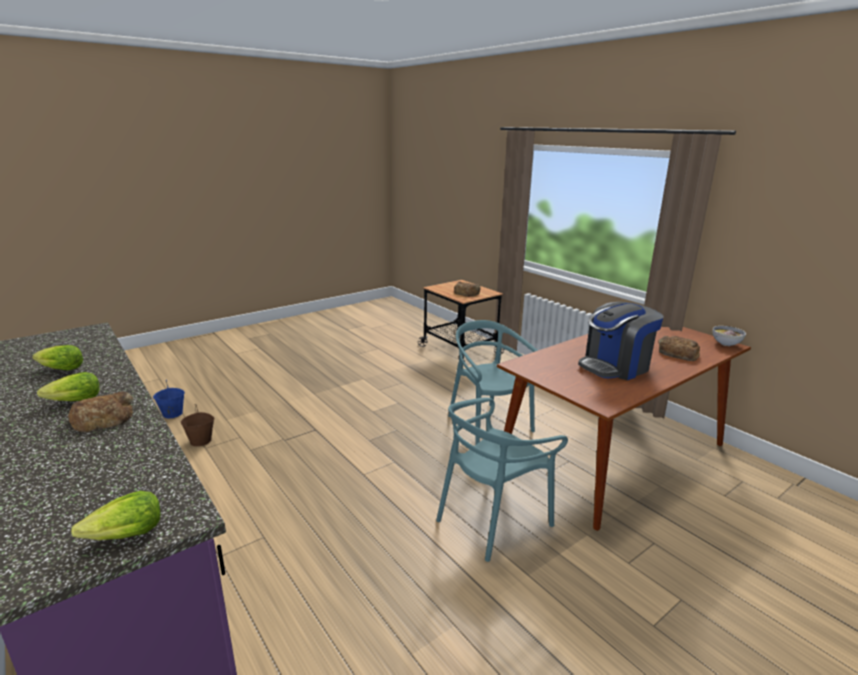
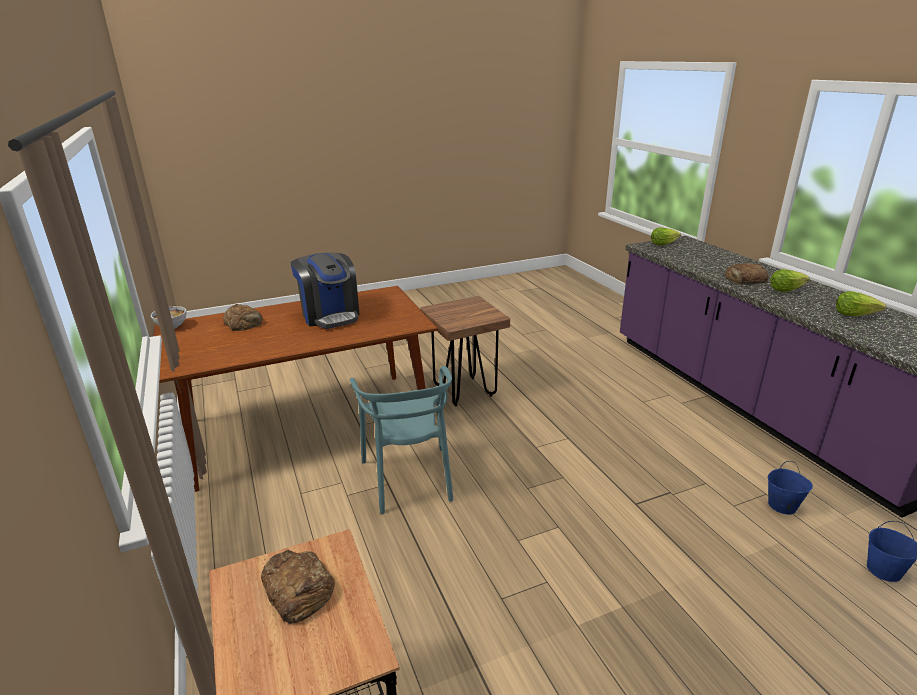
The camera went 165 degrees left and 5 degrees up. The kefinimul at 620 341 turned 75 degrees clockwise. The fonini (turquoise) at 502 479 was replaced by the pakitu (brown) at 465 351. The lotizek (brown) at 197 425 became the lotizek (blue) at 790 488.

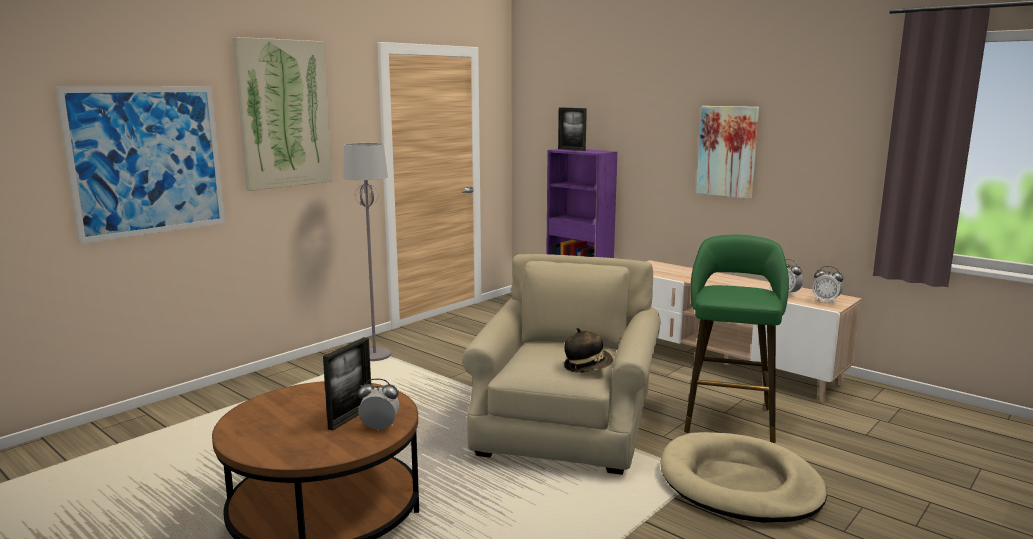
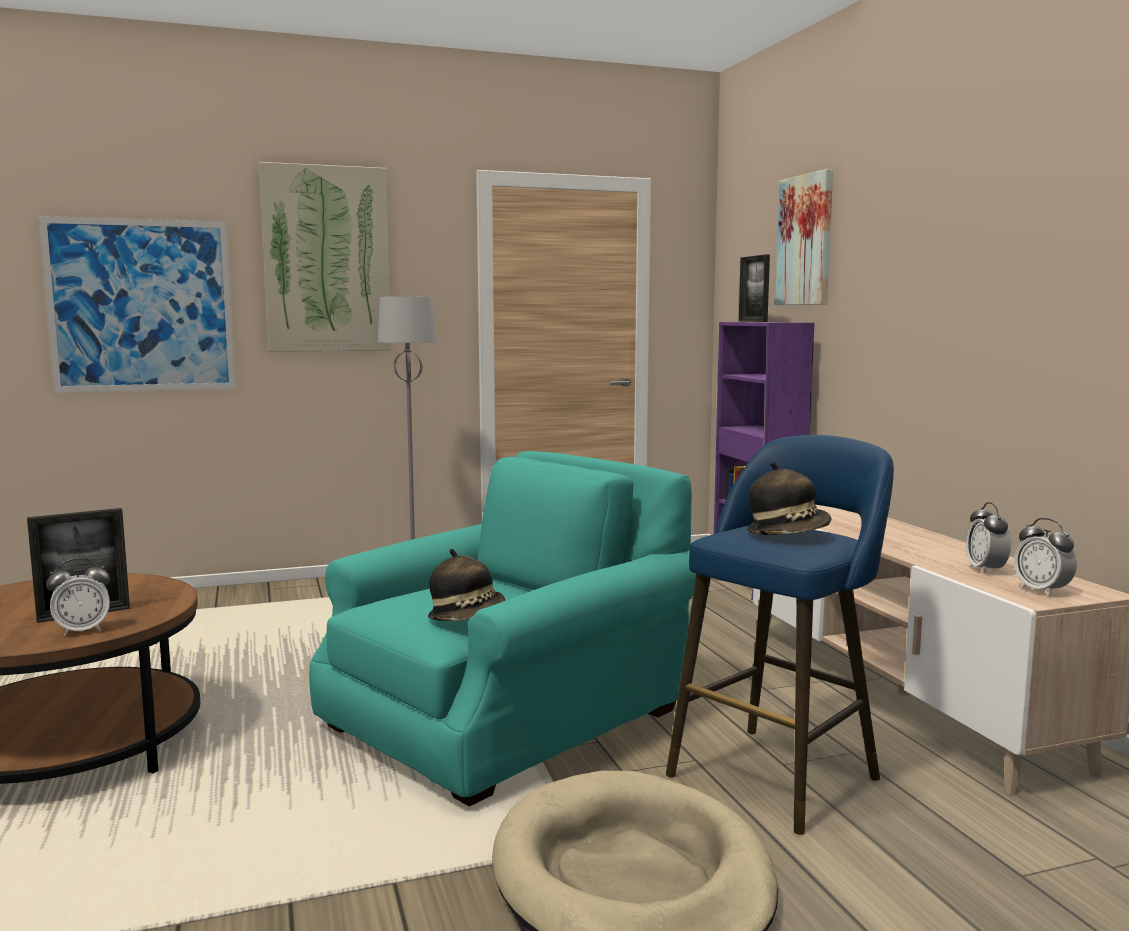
The camera went 30 degrees right and 5 degrees down. The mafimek moved from 727 152 to 804 237. The pakitu (green) at 736 339 became the pakitu (blue) at 780 635. The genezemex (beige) at 561 364 became the genezemex (turquoise) at 502 628. The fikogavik at 378 404 turned 120 degrees clockwise. The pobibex at 789 498 appeared.

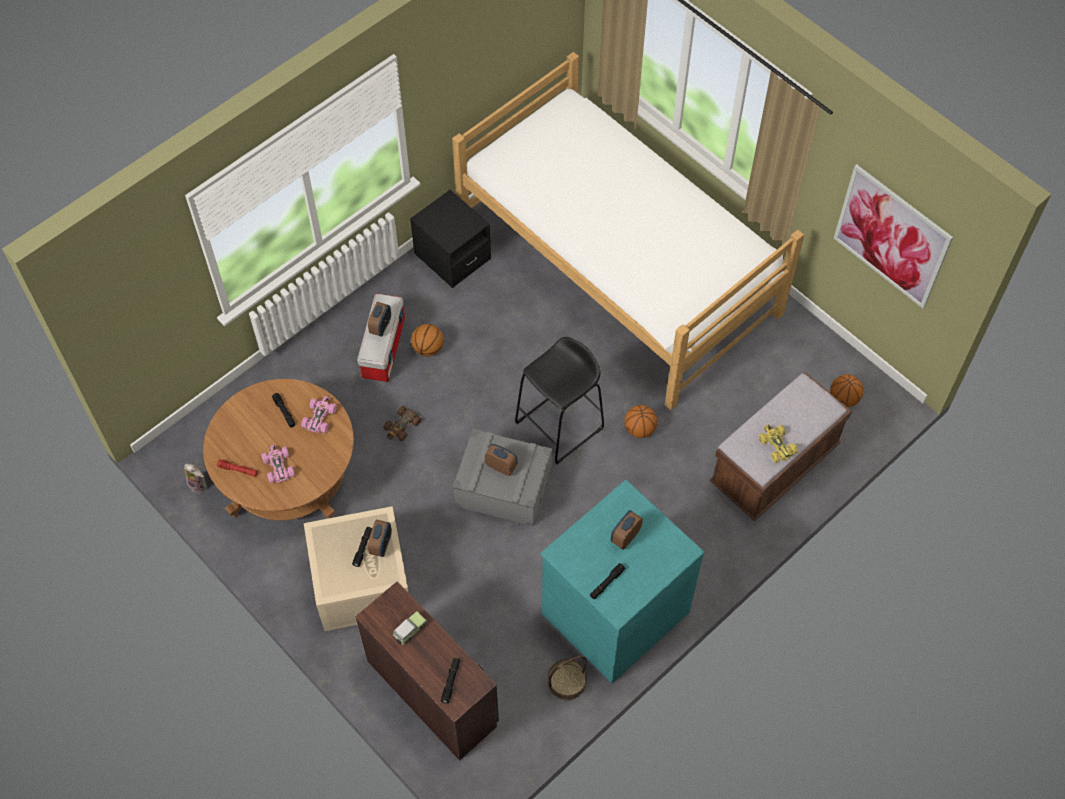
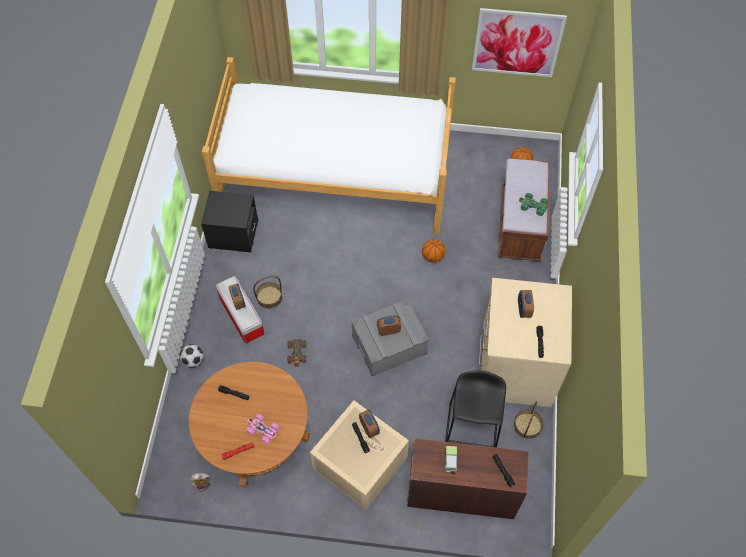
The camera went 40 degrees left and 0 degrees up. The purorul at 427 340 was replaced by the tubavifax at 267 292. The pakitu (black) moved from 559 400 to 475 409. The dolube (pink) at 319 414 disappeared. The dolube (yellow) at 778 443 became the dolube (green) at 533 204. The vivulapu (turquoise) at 622 581 became the vivulapu (beige) at 525 342. The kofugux at 191 356 appeared.

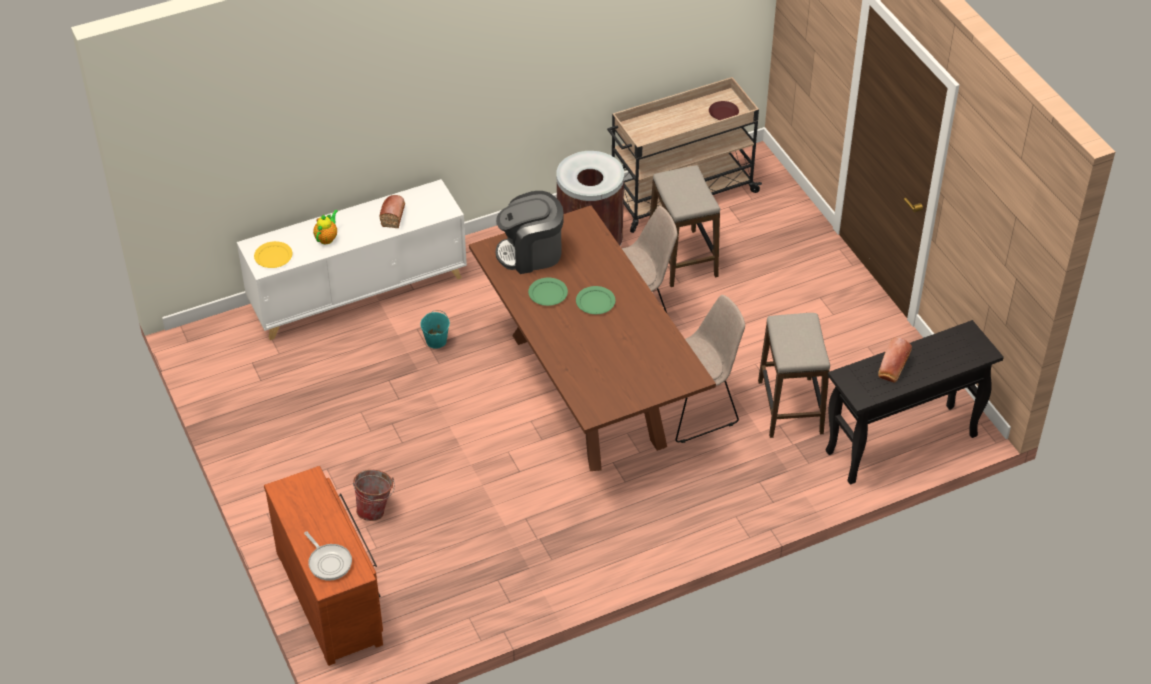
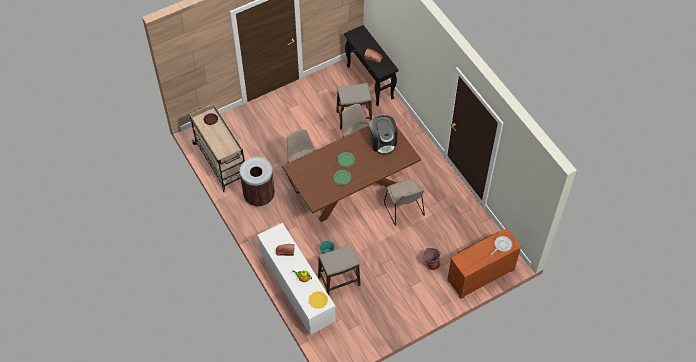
The camera went 95 degrees left and 10 degrees up. The pakitu moved from 685 226 to 339 269. The kefinimul moved from 530 232 to 383 135. The fonini (beige) at 404 202 appeared.

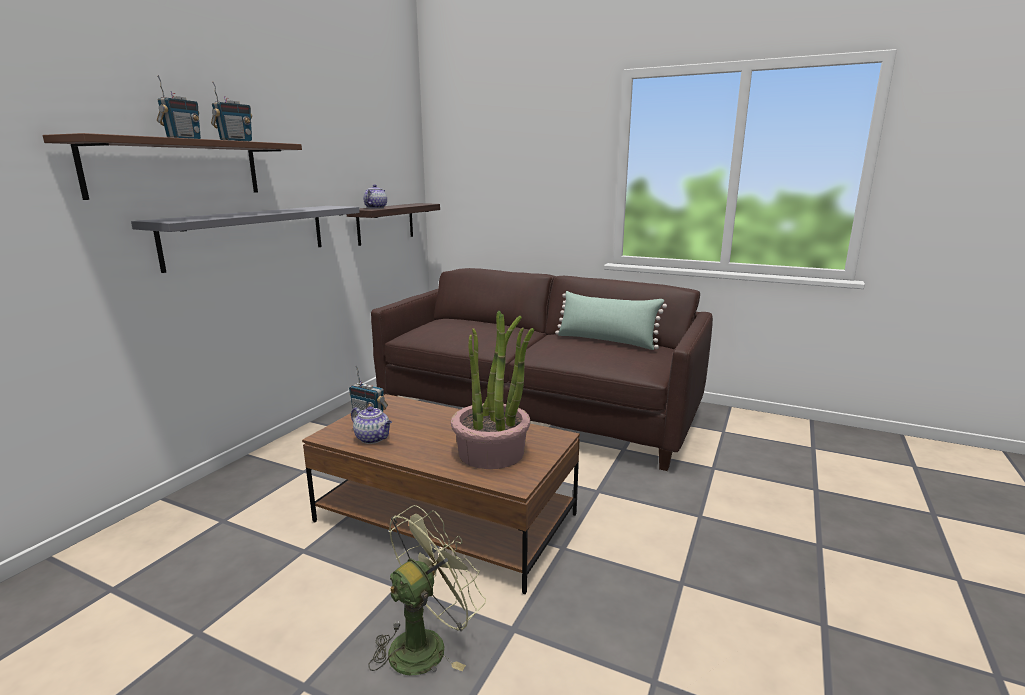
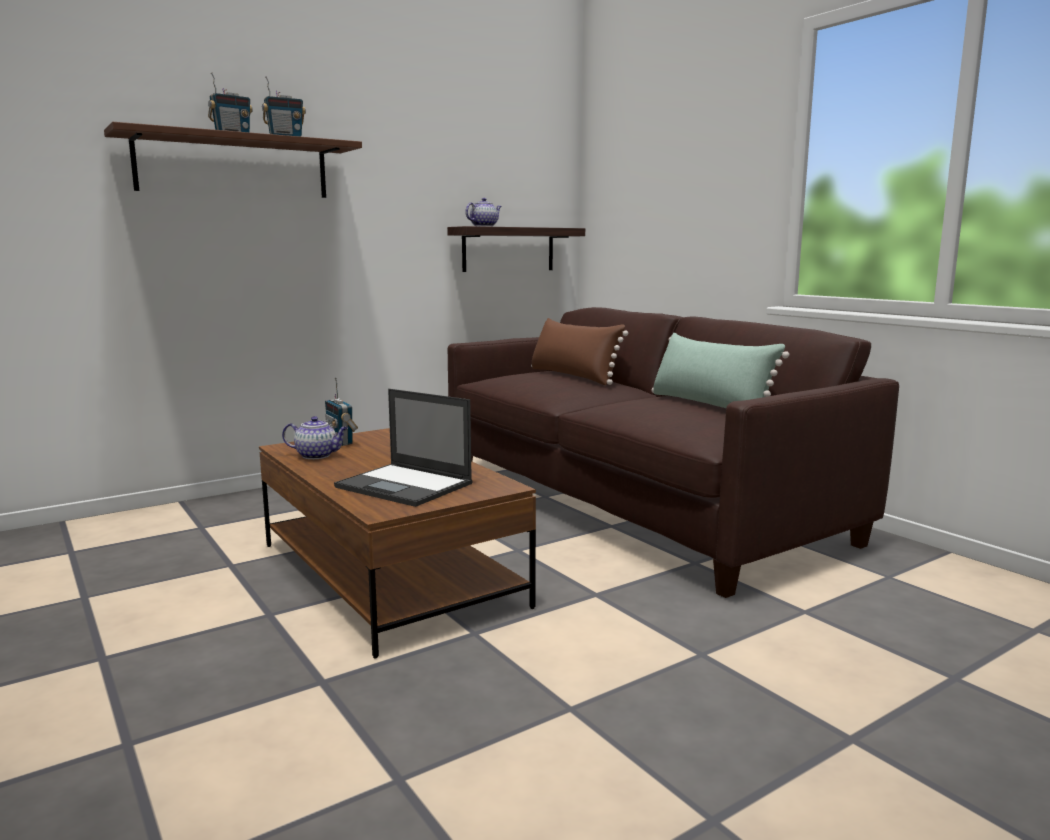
The camera went 30 degrees right and 5 degrees down. The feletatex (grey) at 245 239 disappeared. The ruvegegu at 492 390 was replaced by the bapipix at 403 448. The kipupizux at 371 425 turned 60 degrees counterclockwise. The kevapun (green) at 427 590 disappeared. The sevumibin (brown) at 579 351 appeared.

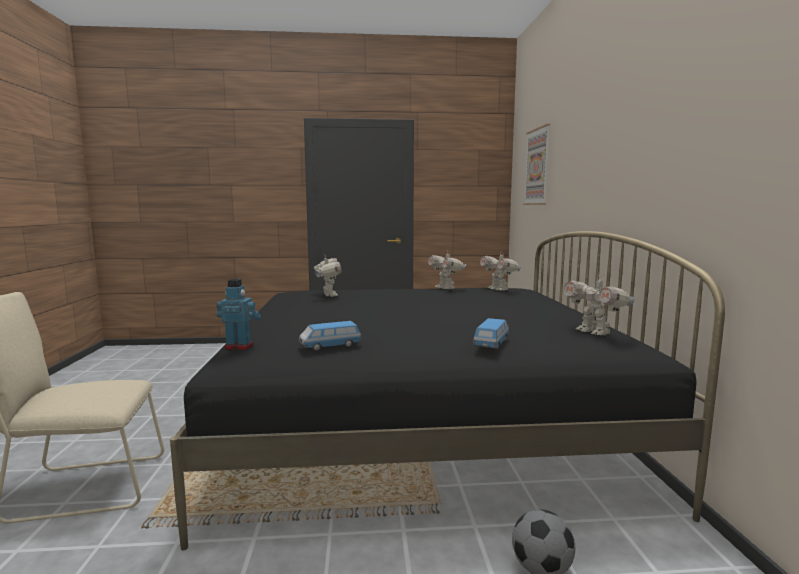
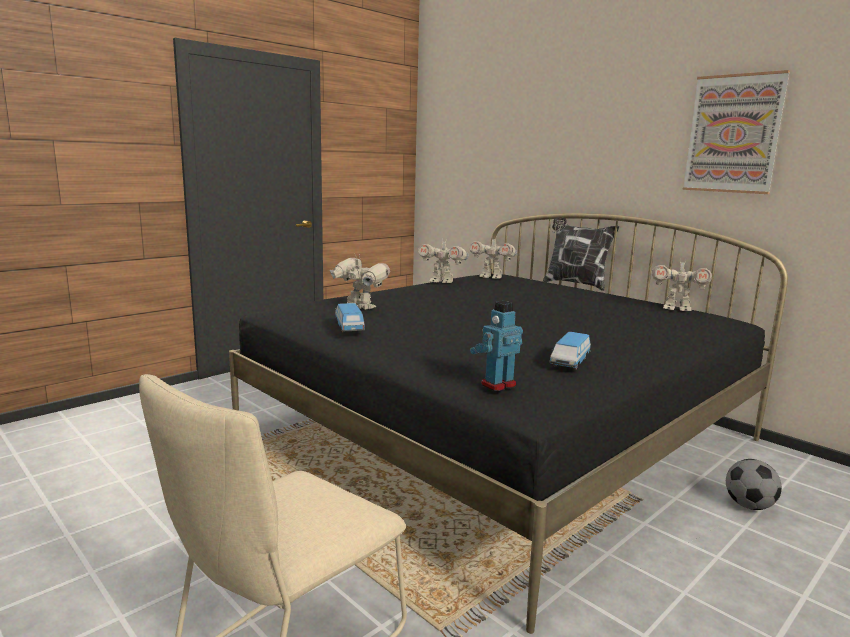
The camera went 40 degrees left and 5 degrees up. The mafimek moved from 536 164 to 736 132. The dolube moved from 491 334 to 350 318. The sevumibin at 581 254 appeared.

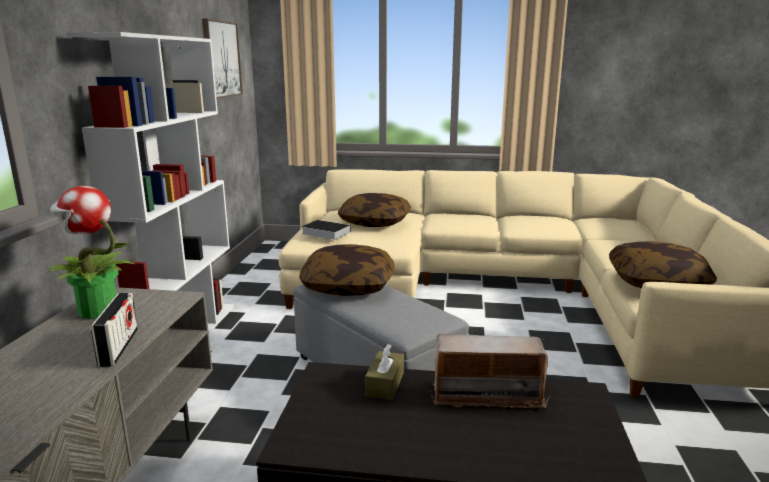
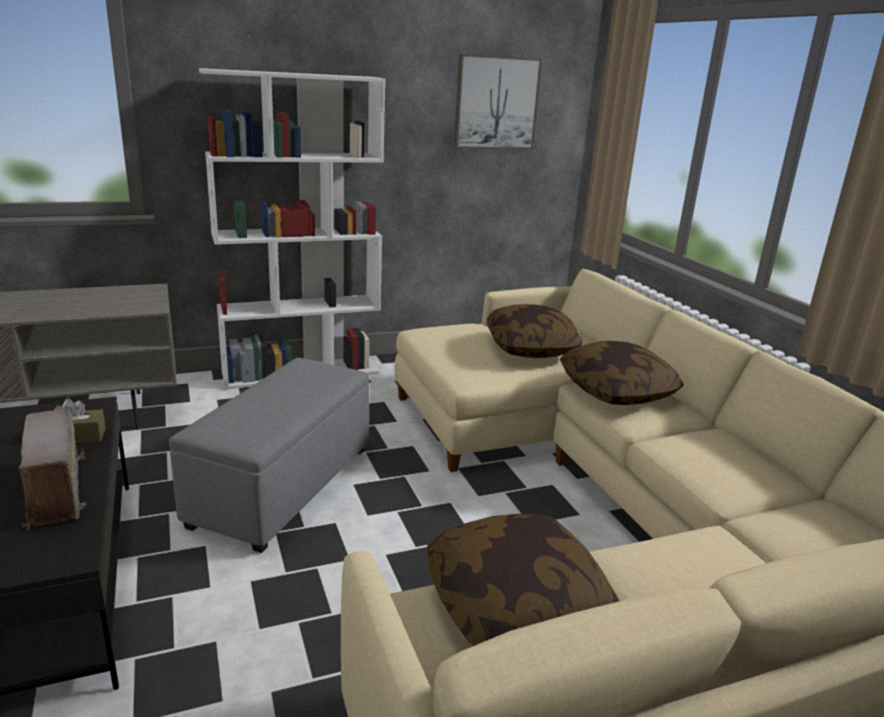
The camera went 60 degrees right and 5 degrees up. The ruvegegu at 90 252 disappeared. The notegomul at 326 230 disappeared. The sevumibin moved from 347 270 to 622 373. The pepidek at 114 330 disappeared.

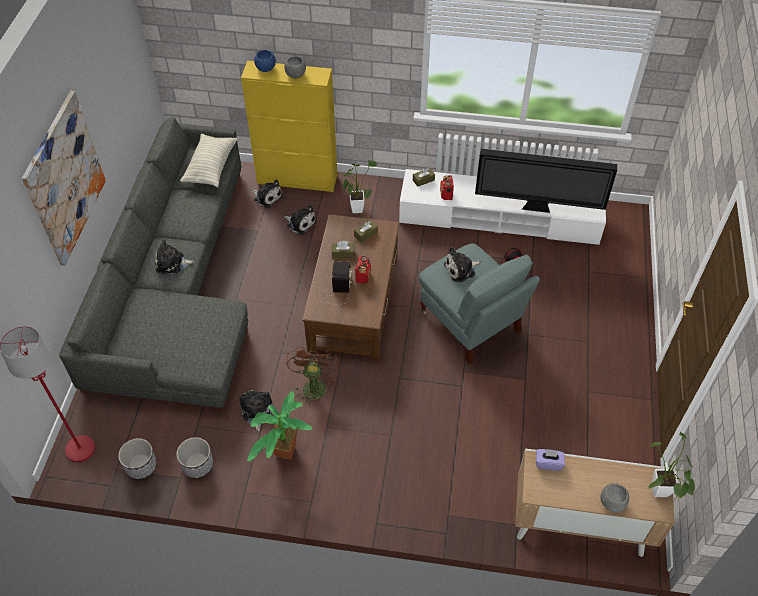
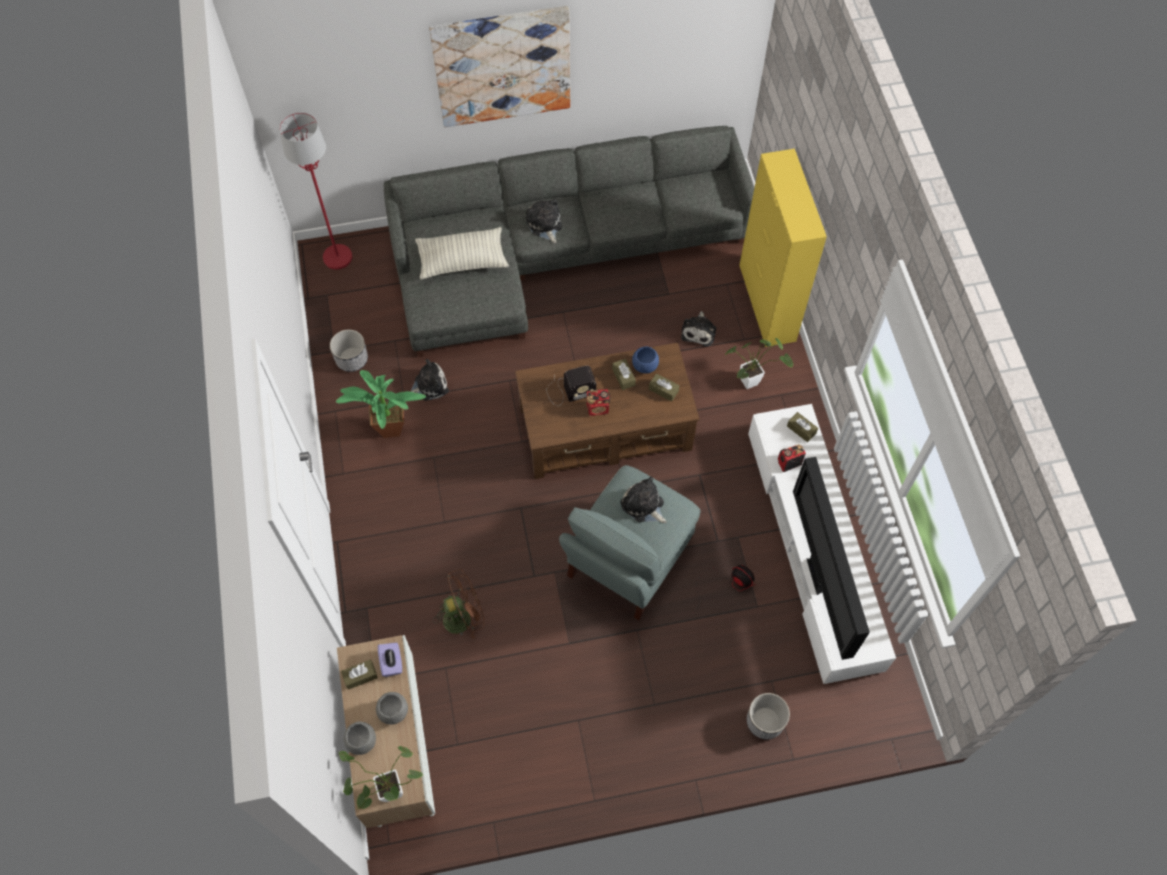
The camera went 70 degrees right and 10 degrees up. The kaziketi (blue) moved from 265 61 to 645 360. The kaziketi (grey) moved from 295 67 to 392 708. The sevumibin moved from 208 160 to 462 253. The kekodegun at 267 194 disappeared. The kevapun (brown) moved from 312 375 to 459 604. The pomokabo moved from 137 458 to 768 716. The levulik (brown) at 359 675 appeared.

